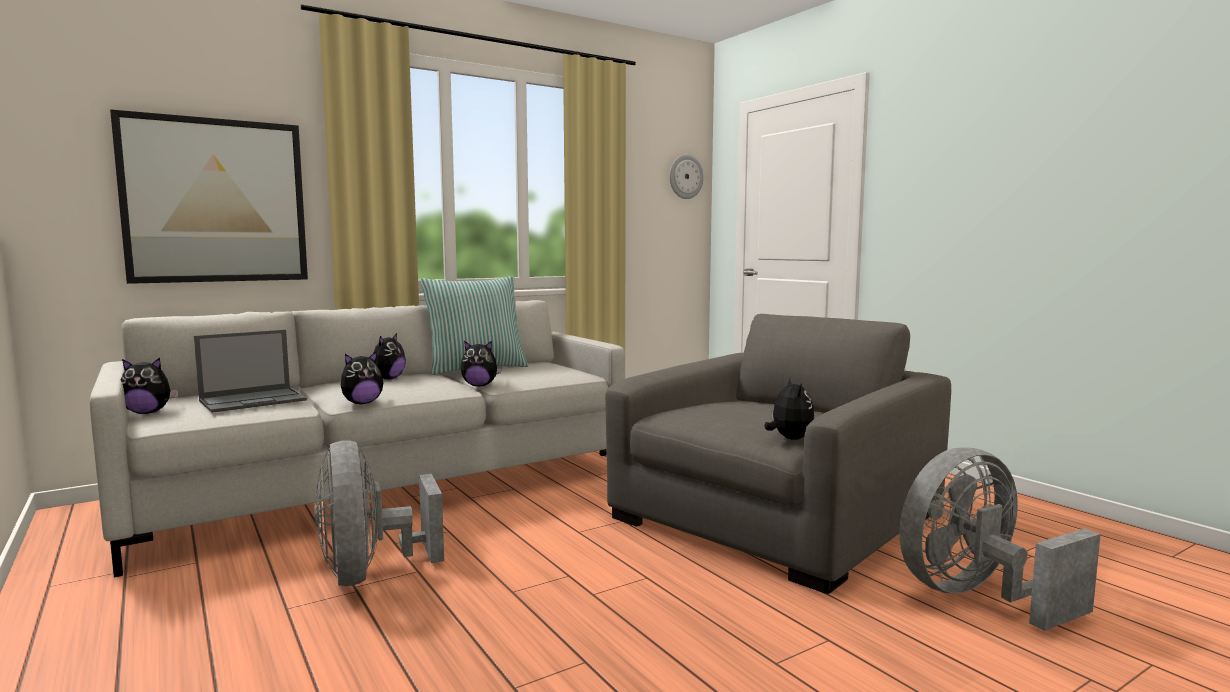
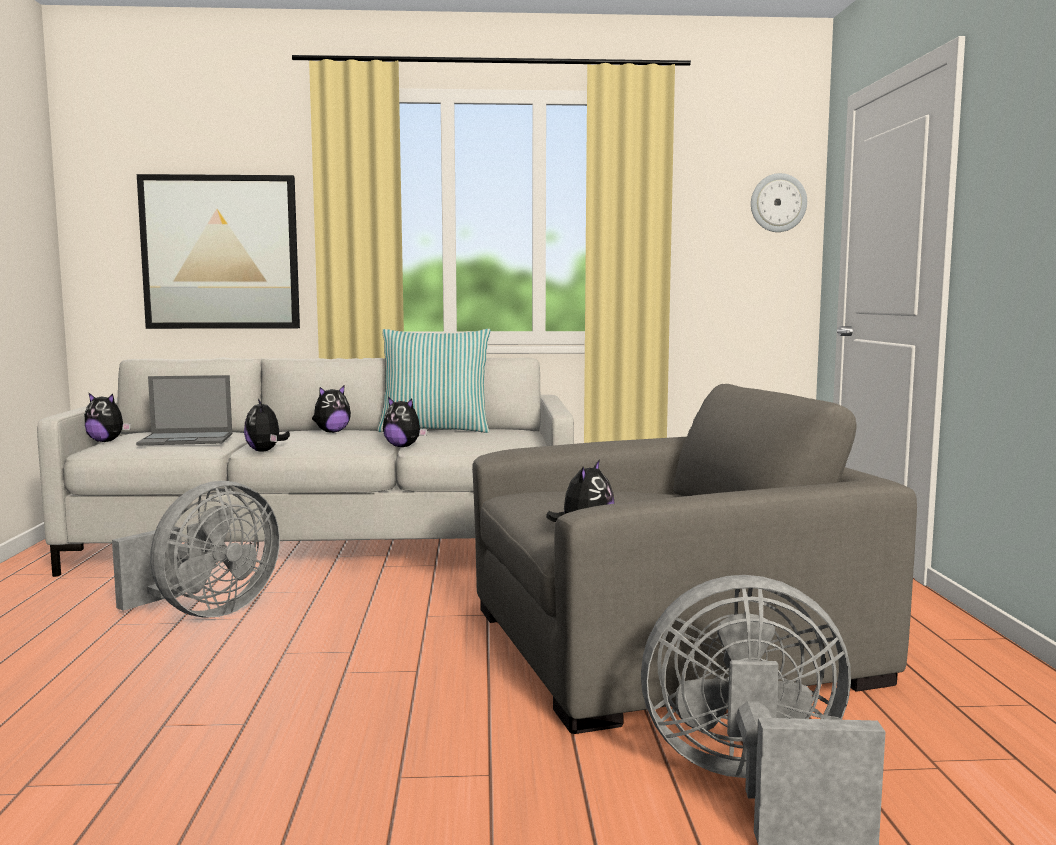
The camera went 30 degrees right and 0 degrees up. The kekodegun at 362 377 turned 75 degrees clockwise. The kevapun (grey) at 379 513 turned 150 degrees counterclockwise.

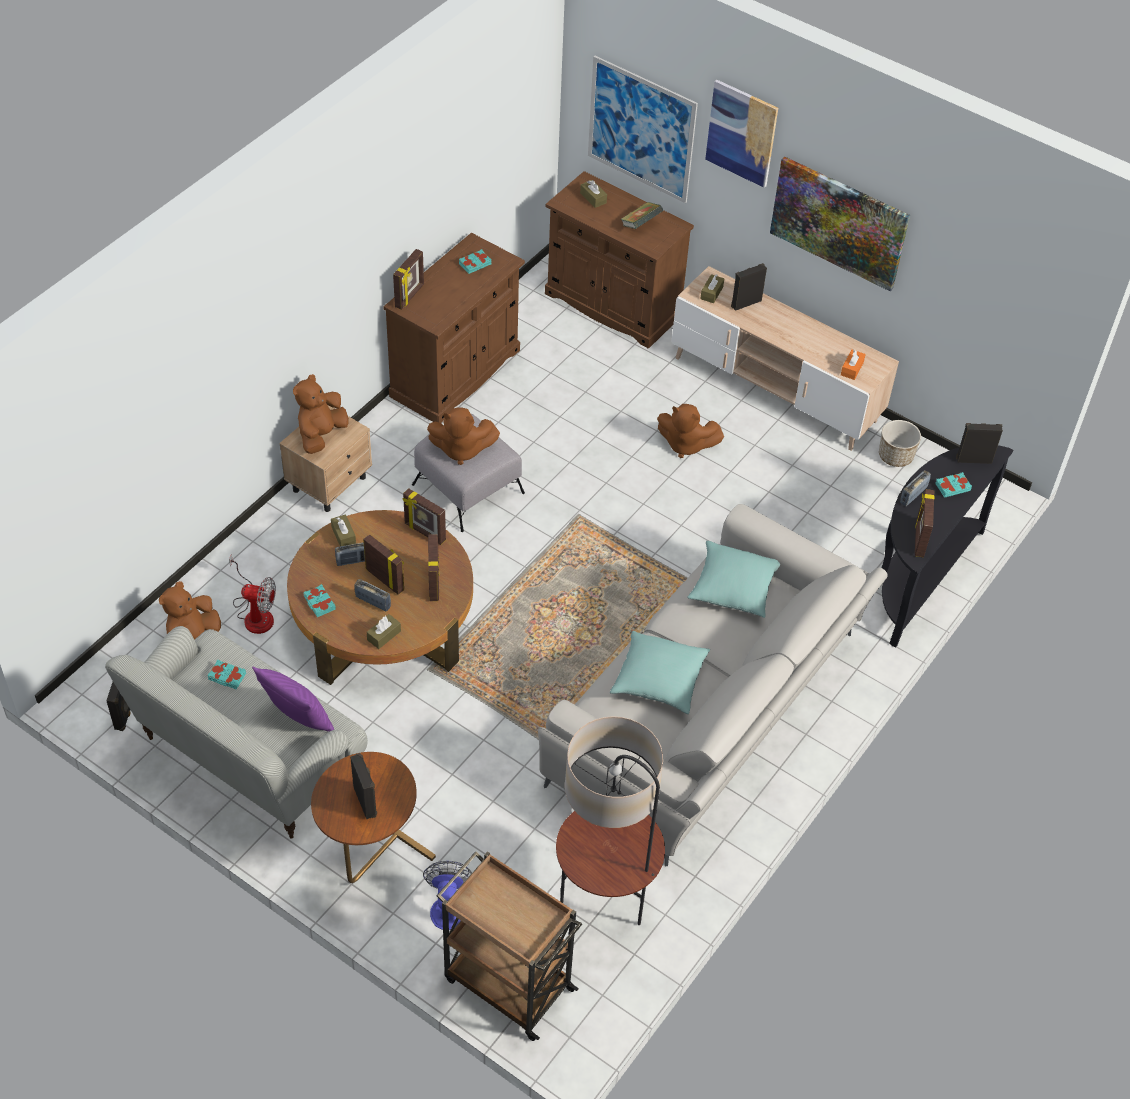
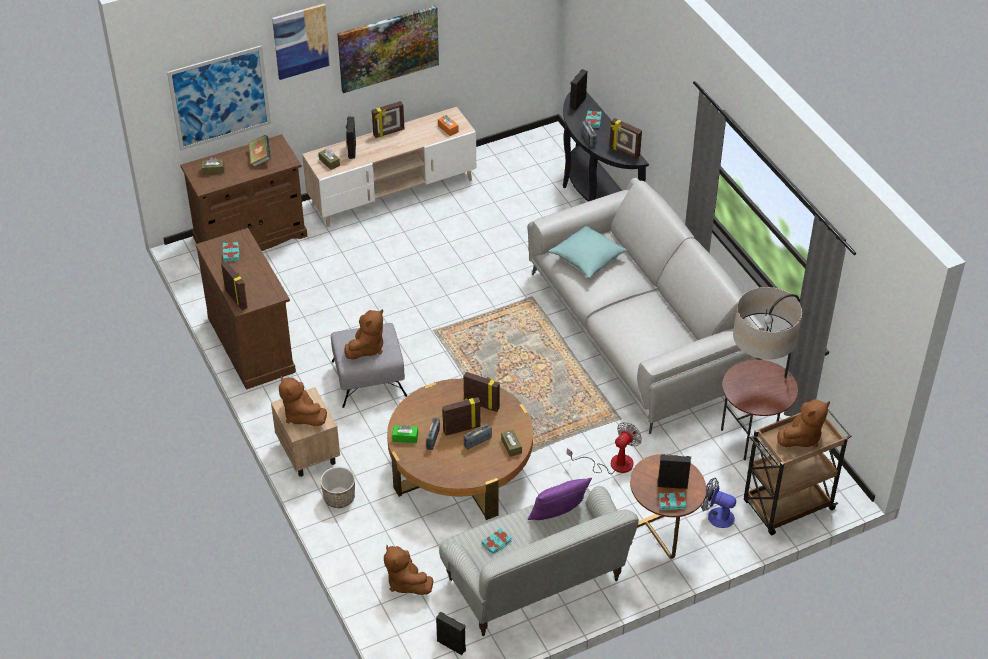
The camera went 60 degrees left and 5 degrees down. The kekodegun (brown) moved from 690 431 to 803 423. The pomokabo moved from 900 443 to 337 487. The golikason moved from 424 516 to 388 119. The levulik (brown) at 343 530 became the levulik (green) at 405 434. The kevapun moved from 252 594 to 604 448. The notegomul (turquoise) moved from 319 600 to 672 501. The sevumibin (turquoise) at 660 672 disappeared.

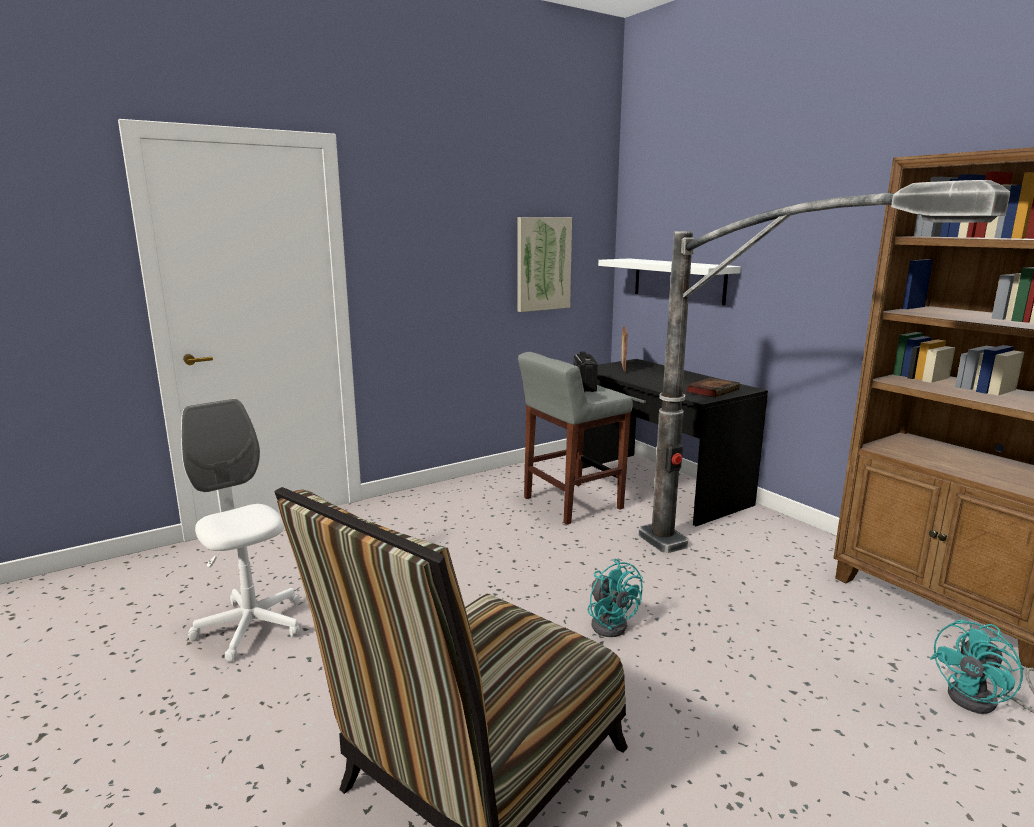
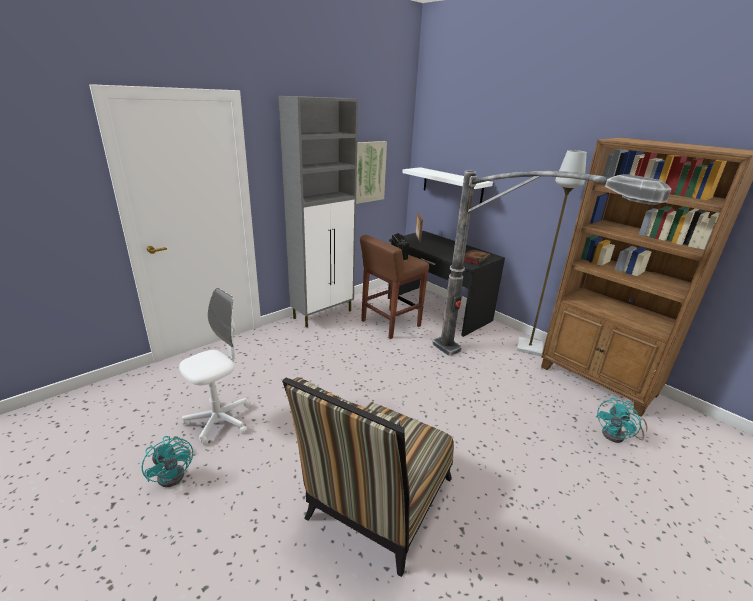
The camera went 10 degrees left and 10 degrees up. The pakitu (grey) at 575 438 became the pakitu (brown) at 394 287. The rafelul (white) at 240 530 turned 90 degrees clockwise. The kevapun (turquoise) moved from 615 598 to 167 461. The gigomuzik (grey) at 318 211 appeared. The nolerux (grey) at 552 253 appeared.

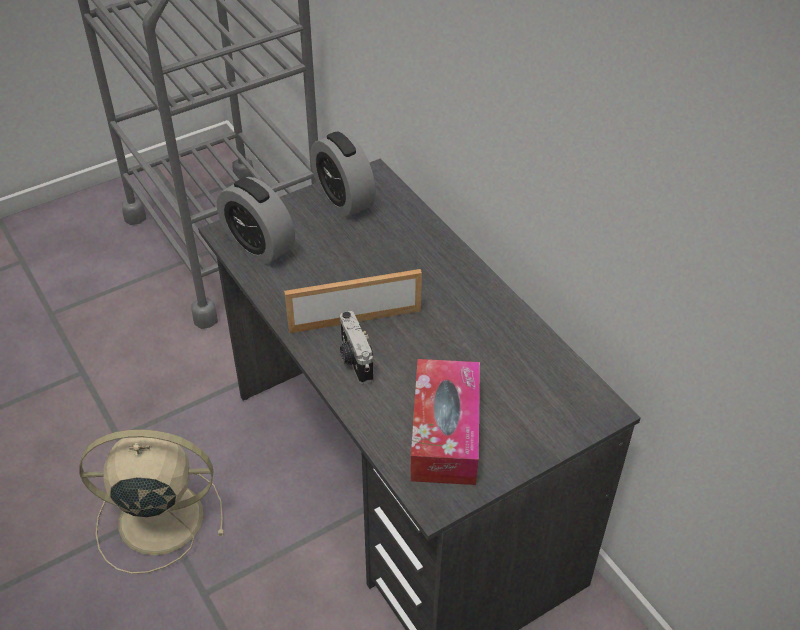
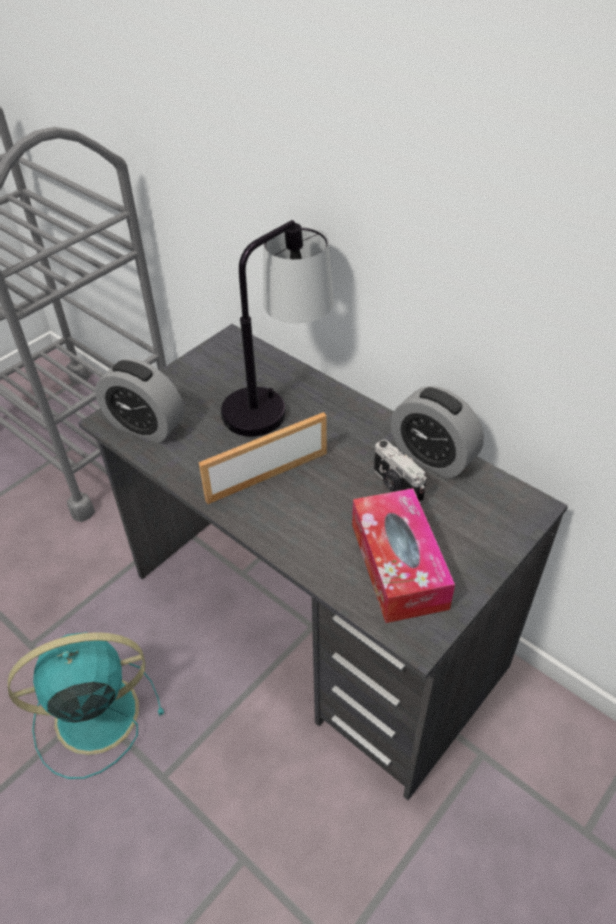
The camera went 15 degrees left and 0 degrees up. The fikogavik moved from 343 174 to 437 432. The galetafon moved from 356 347 to 400 471. The kevapun (beige) at 151 501 became the kevapun (turquoise) at 85 705. The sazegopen at 277 328 appeared.

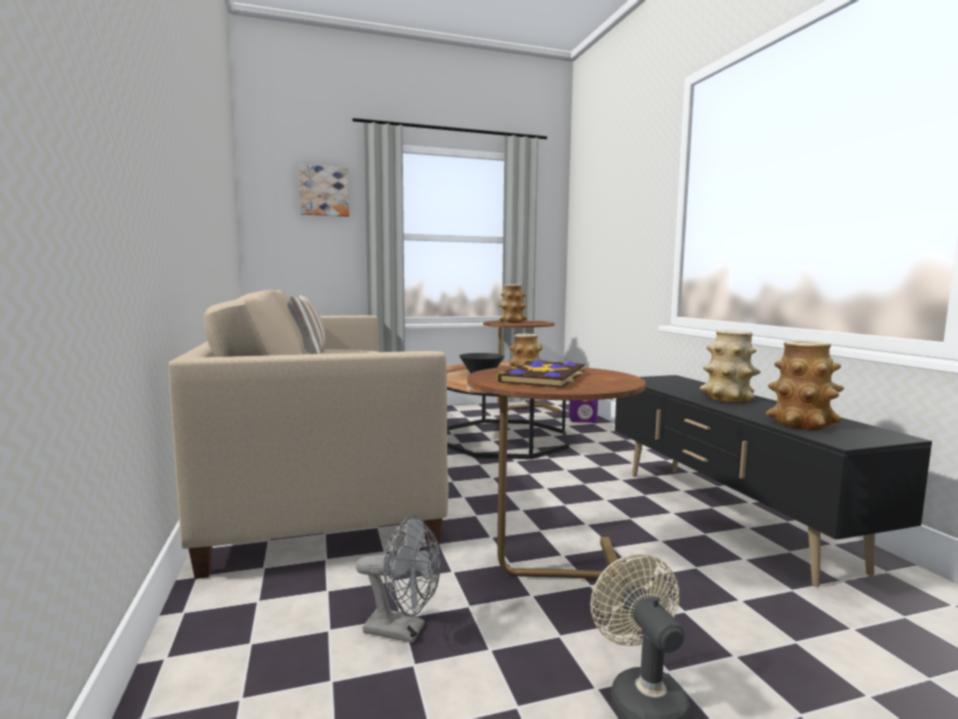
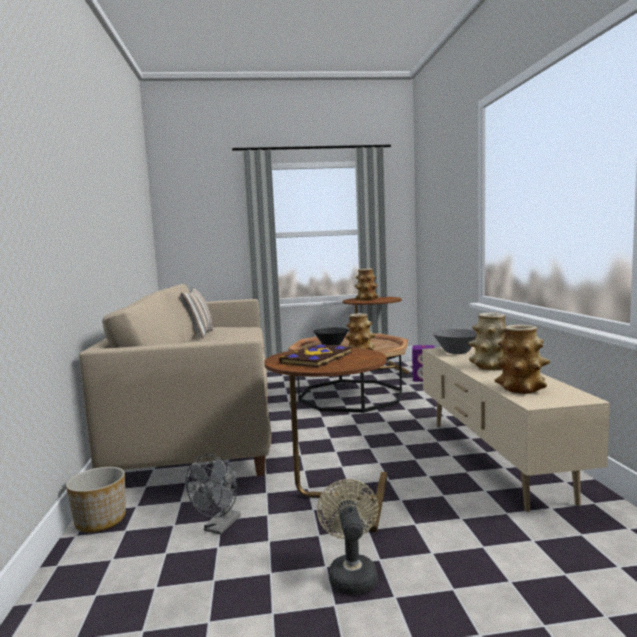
The camera went 10 degrees right and 0 degrees up. The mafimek at 323 190 disappeared. The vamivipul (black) at 773 481 became the vamivipul (beige) at 516 429. The kevapun (grey) at 398 579 turned 90 degrees clockwise. The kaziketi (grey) at 454 341 appeared. The pomokabo at 96 500 appeared.

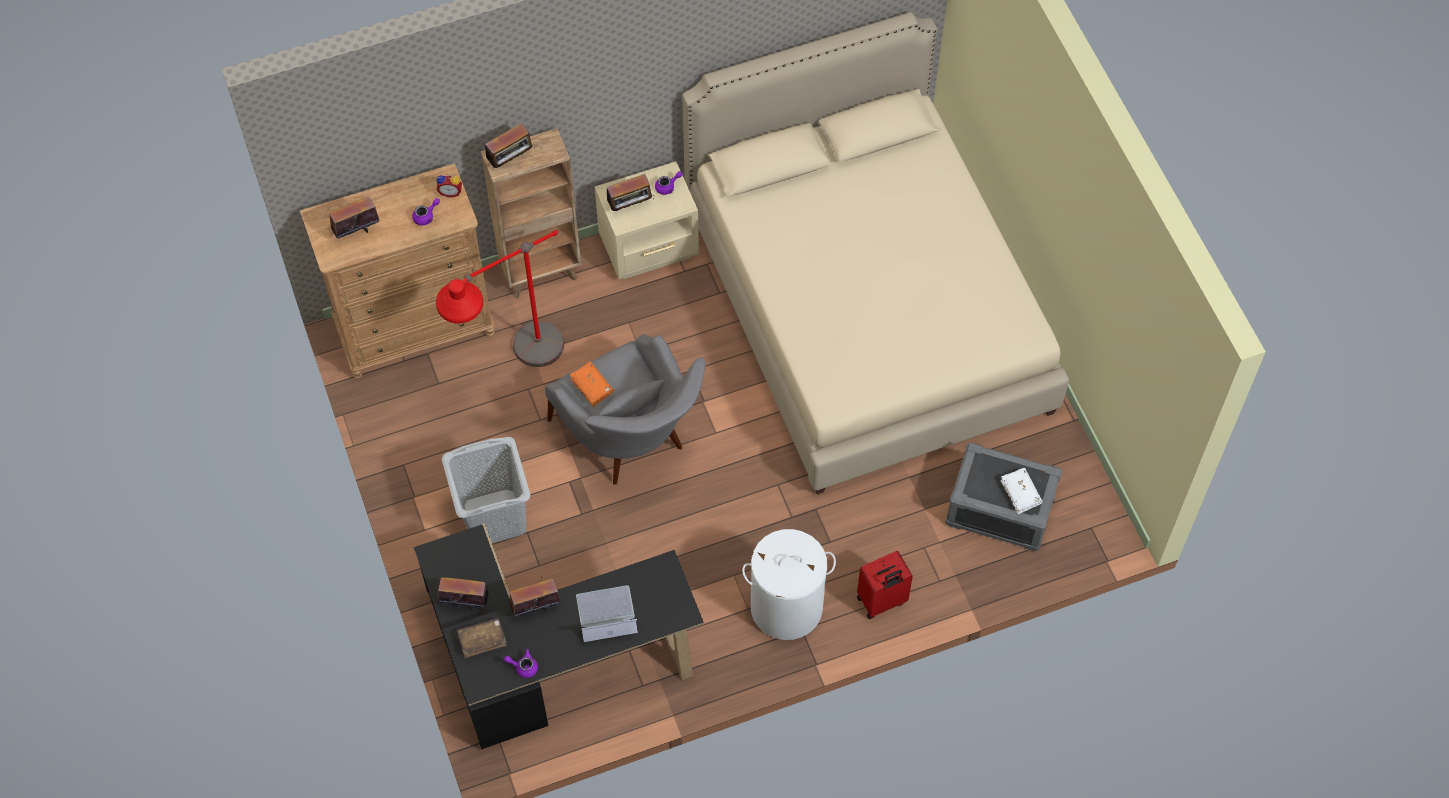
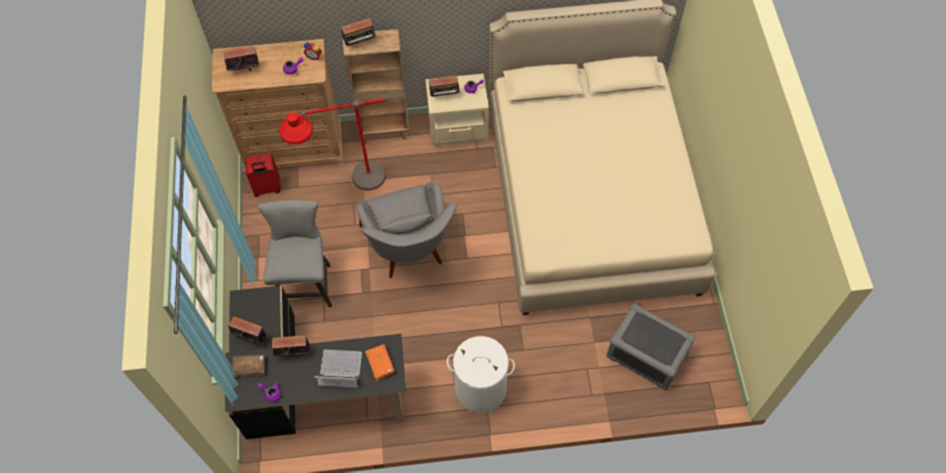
The camera went 15 degrees right and 0 degrees up. The notegomul (orange) moved from 592 384 to 380 362. The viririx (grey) at 486 490 was replaced by the pakitu (grey) at 295 253. The notegomul (white) at 1021 491 disappeared. The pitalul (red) moved from 885 585 to 263 175.

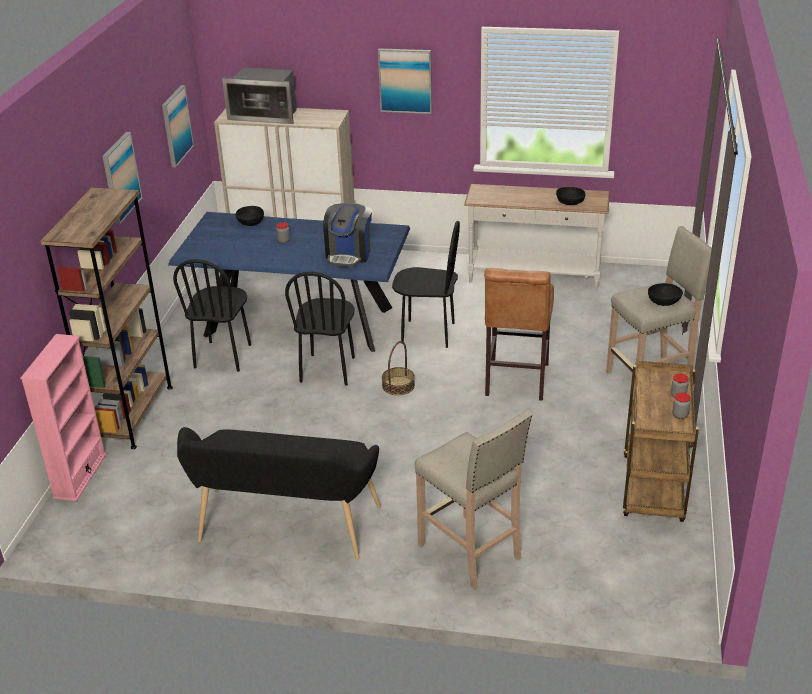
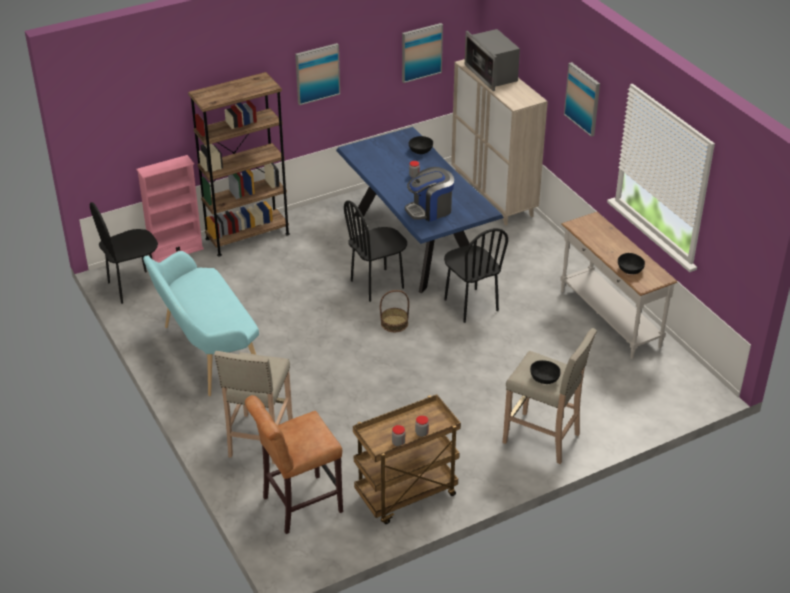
The camera went 50 degrees right and 5 degrees up. The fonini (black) moved from 212 315 to 124 253. The pakitu (brown) moved from 519 334 to 294 464. The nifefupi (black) at 279 493 became the nifefupi (turquoise) at 201 323.

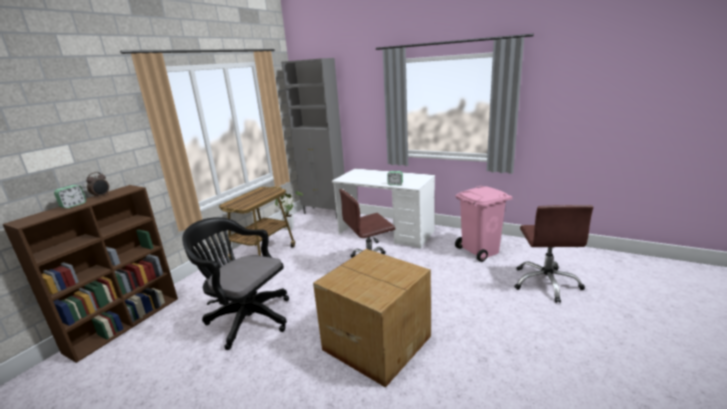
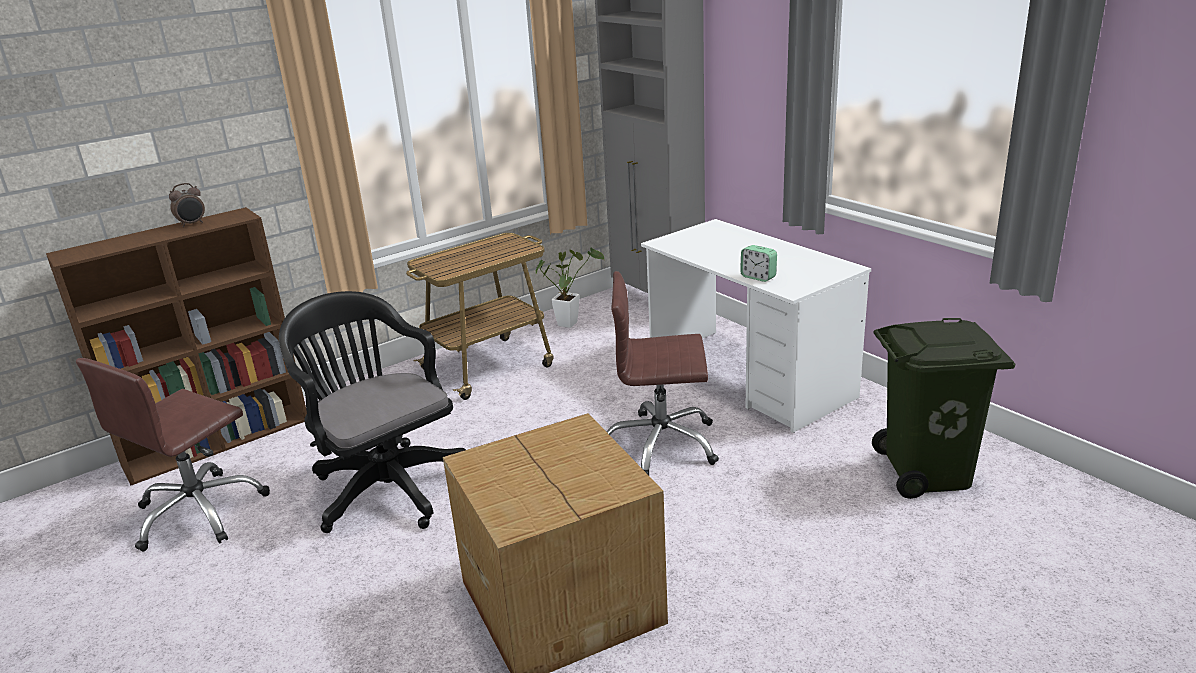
The camera went 25 degrees right and 5 degrees up. The fikogavik at 70 196 disappeared. The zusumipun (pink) at 483 224 became the zusumipun (green) at 943 408. The rafelul (brown) moved from 554 254 to 173 454.

